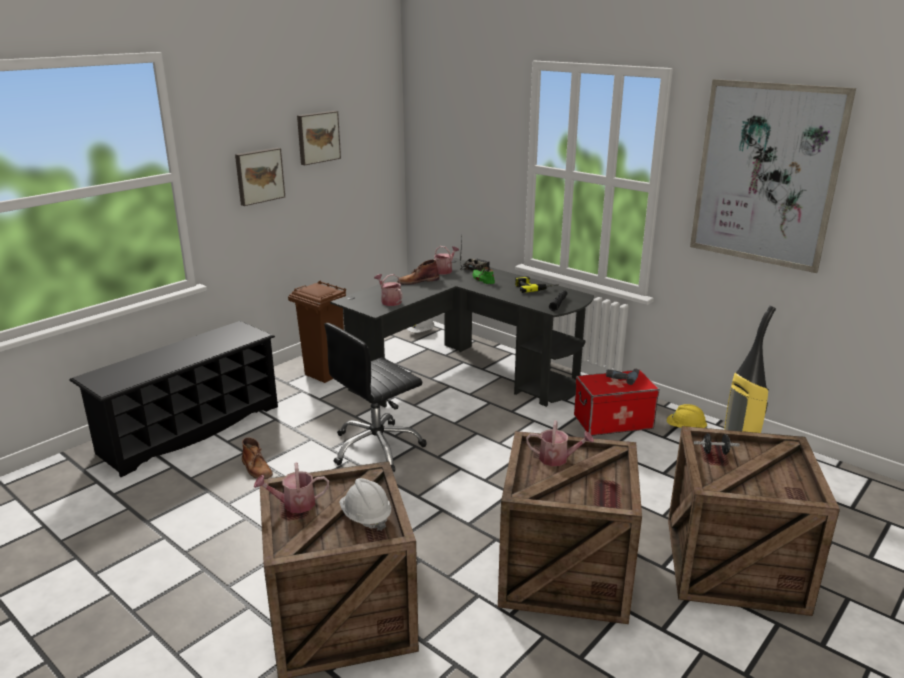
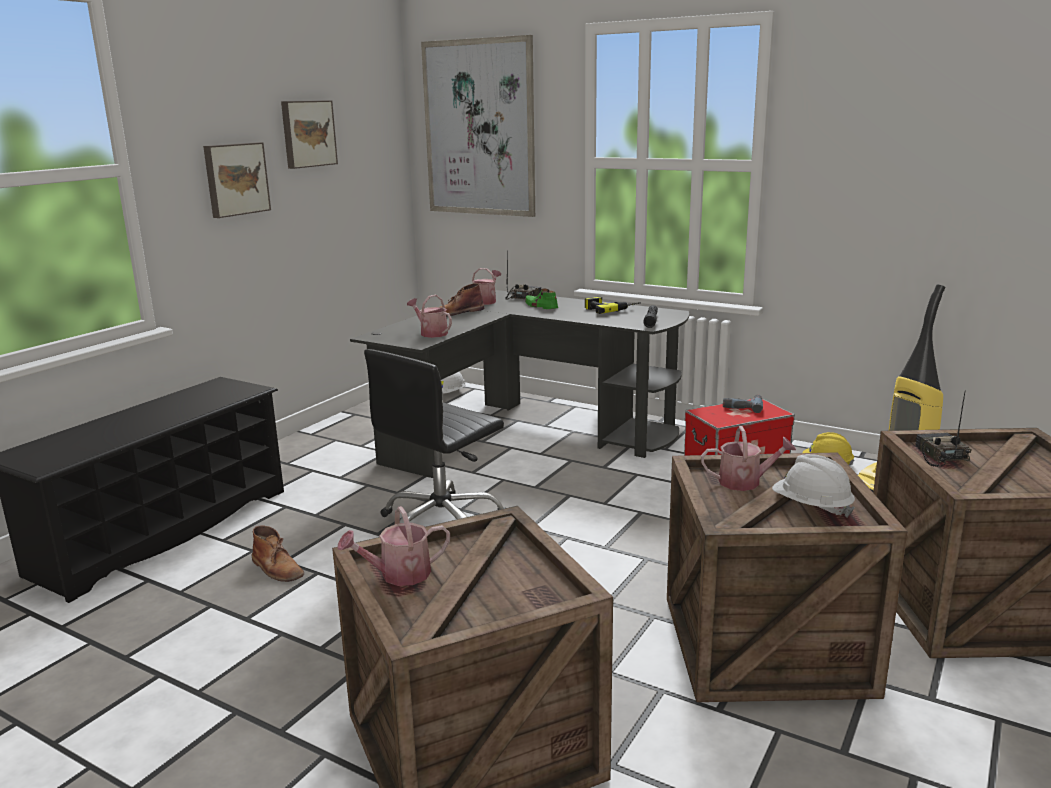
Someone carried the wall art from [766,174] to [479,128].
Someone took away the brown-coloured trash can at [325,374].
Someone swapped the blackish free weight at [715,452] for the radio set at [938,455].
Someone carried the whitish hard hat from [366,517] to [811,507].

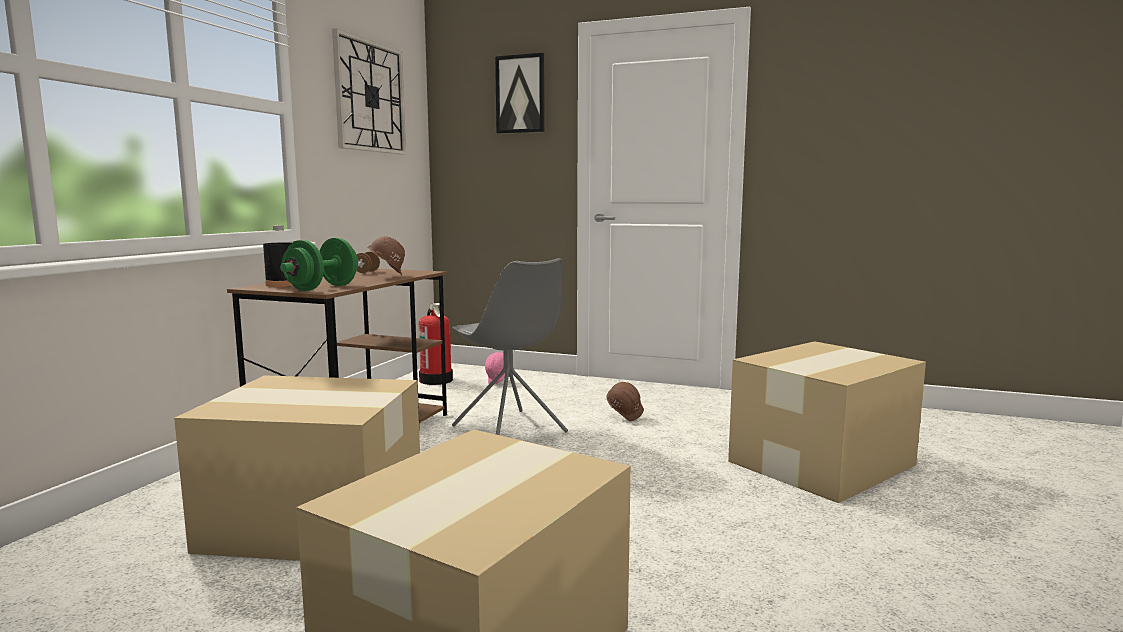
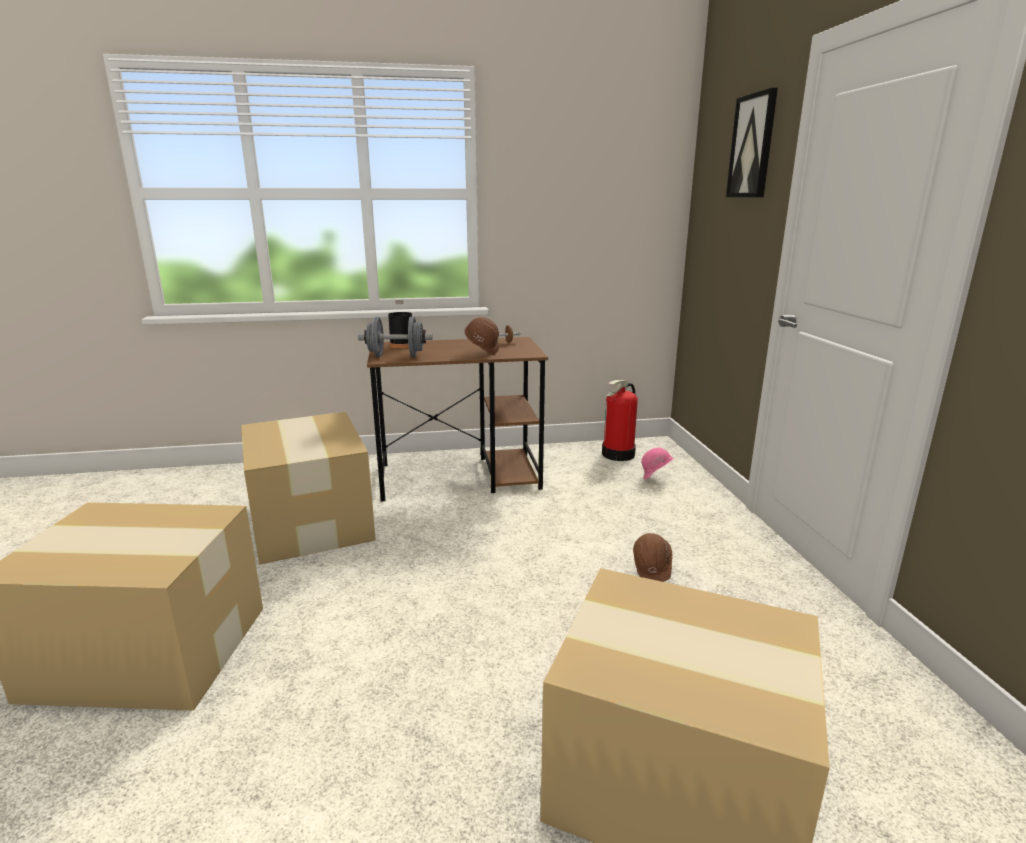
Someone took away the hanging clock at [370,97].
Someone repainted the green-coloured free weight at [322,288], which became the gray free weight at [396,356].
Someone took away the gray upright chair at [510,430].

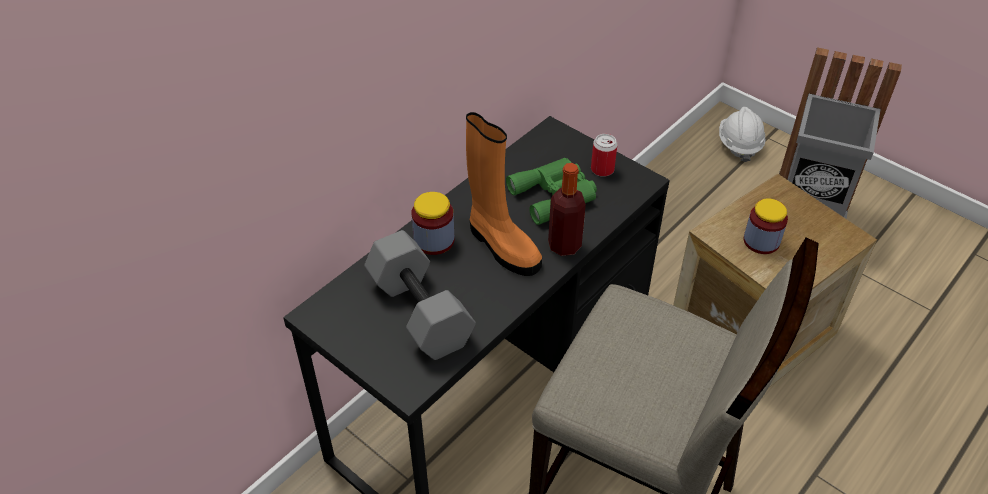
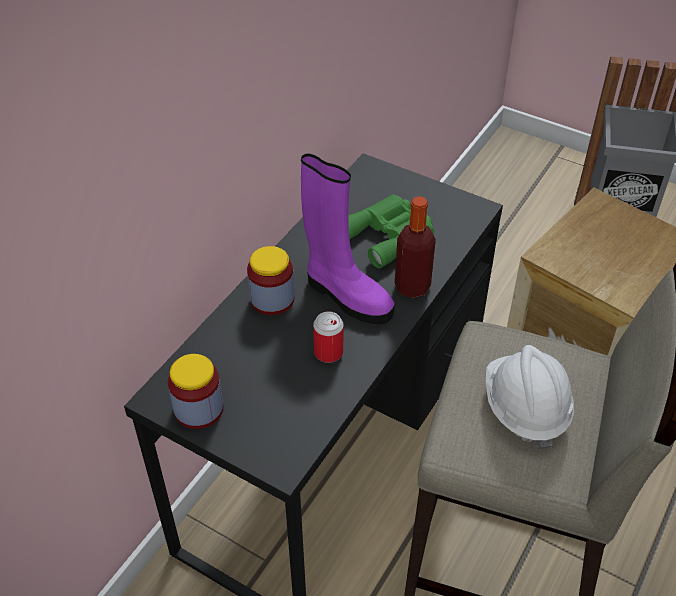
Someone carried the whitish hard hat from [739,144] to [525,408].
Someone repainted the orangey tall boot at [501,246], which became the purple tall boot at [346,296].
Someone carried the metal can from [602,169] to [328,352].
Someone carried the storage jar from [761,241] to [198,409].
Someone took away the gray free weight at [417,311].

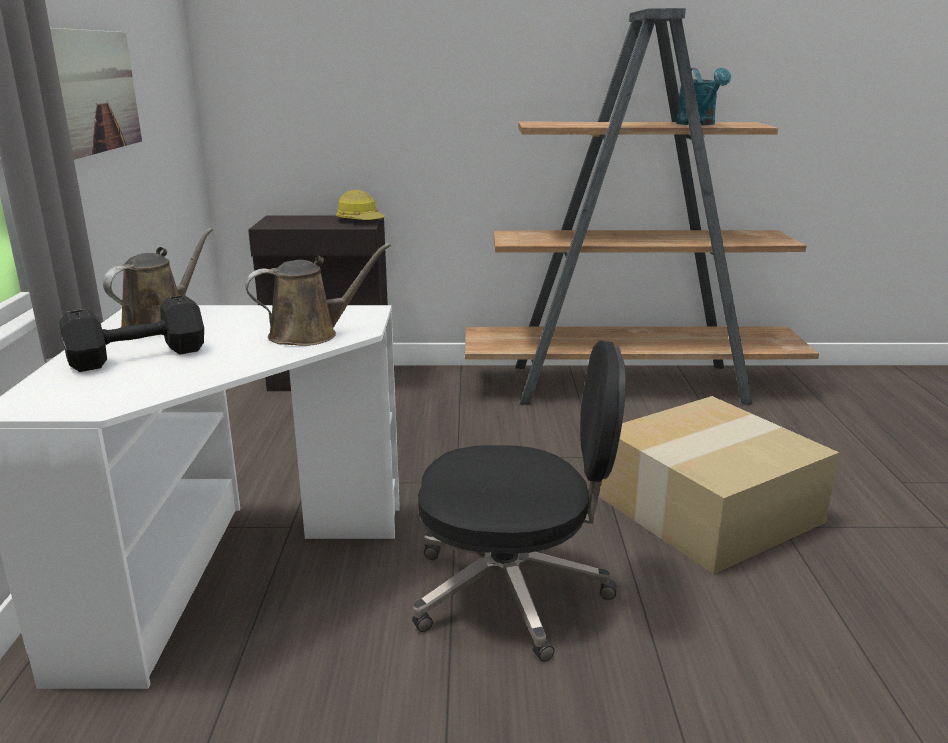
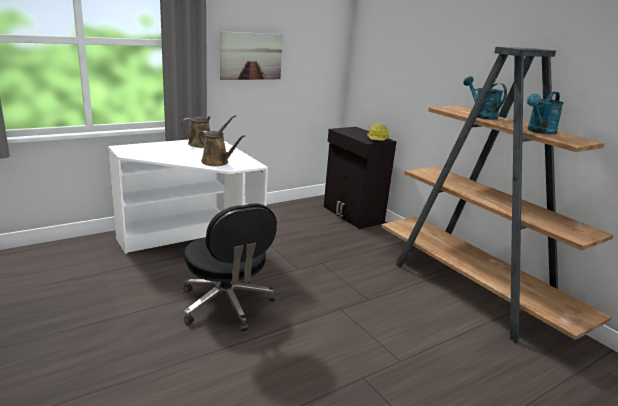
Someone took away the blackish free weight at [135,357].
Someone took away the carton at [708,507].
Someone put down the turquoise-coloured watering can at [480,115].

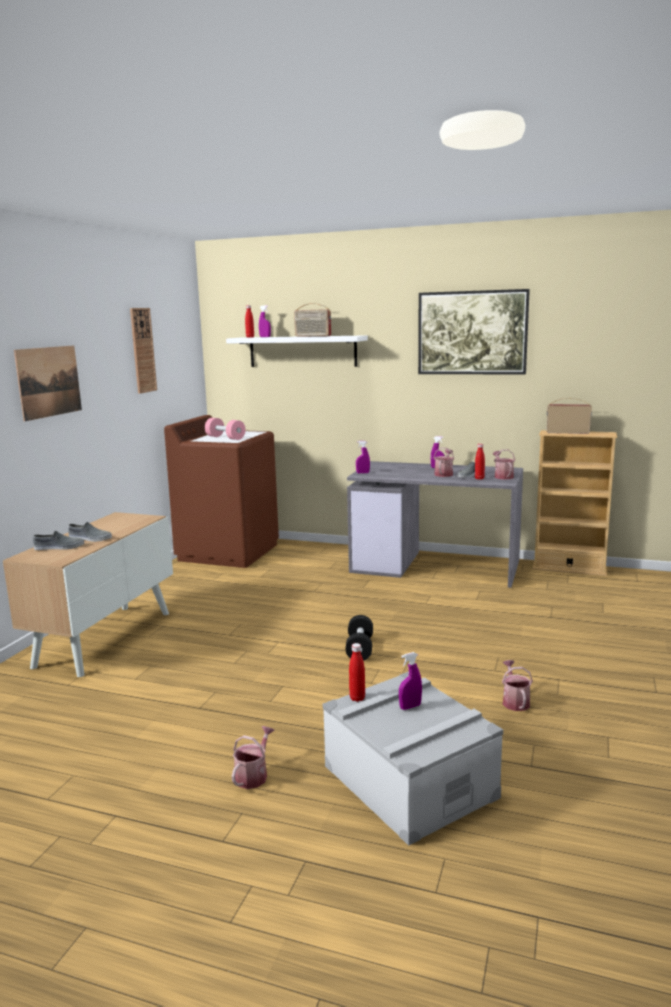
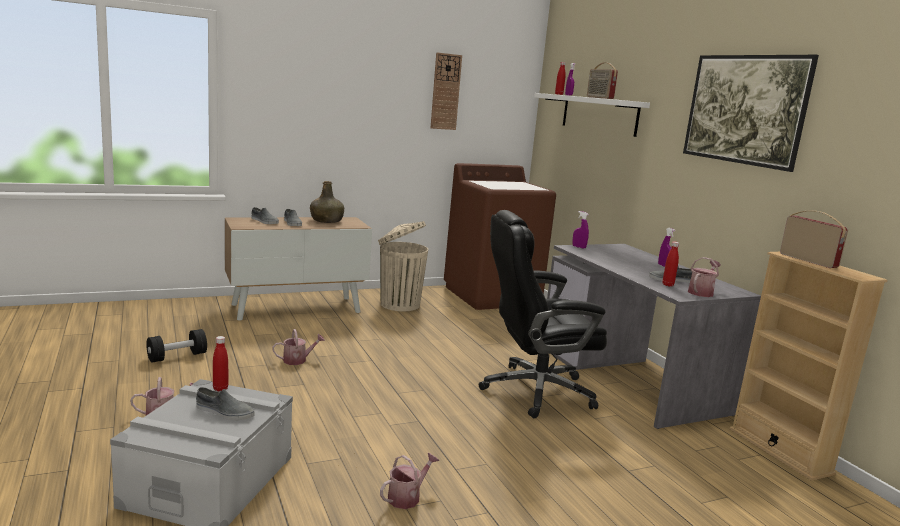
Someone took away the wall art at [49,381].
Someone took away the pink-coloured free weight at [225,438].
Someone carried the watering can from [444,474] to [298,360].
Someone carried the blackish free weight from [360,649] to [177,356].
Someone swapped the purple hand sprayer at [410,707] for the gray low shoe at [224,412].
Someone put down the green-coloured beverage bottle at [326,221].
Someone put down the blackish computer chair at [534,391].
Someone put down the beige trash can at [398,304].

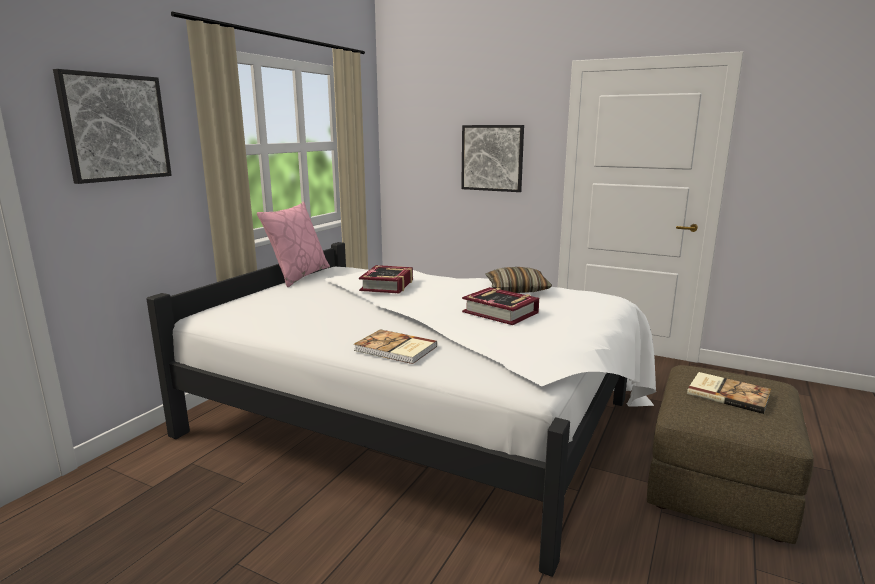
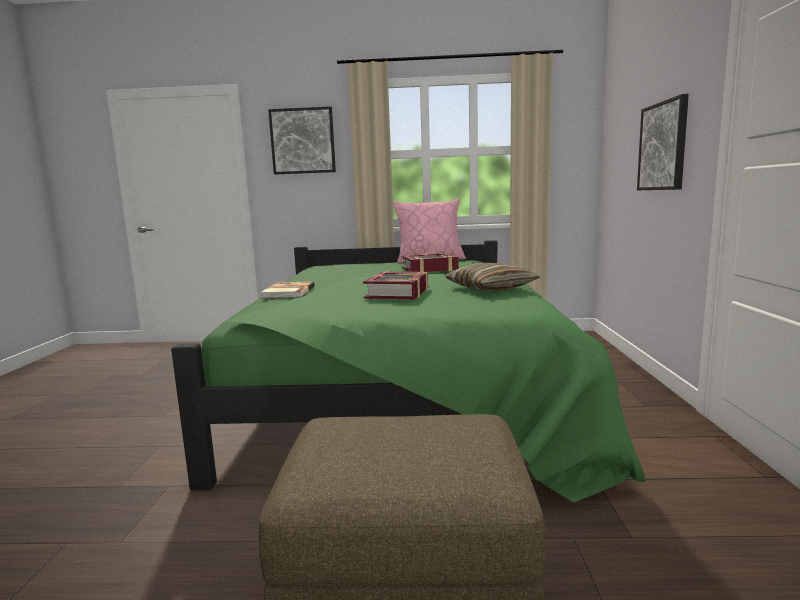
Someone repainted the whitish sleeping bed at [426,414], which became the green-coloured sleeping bed at [405,393].
Someone took away the bound book at [727,394].

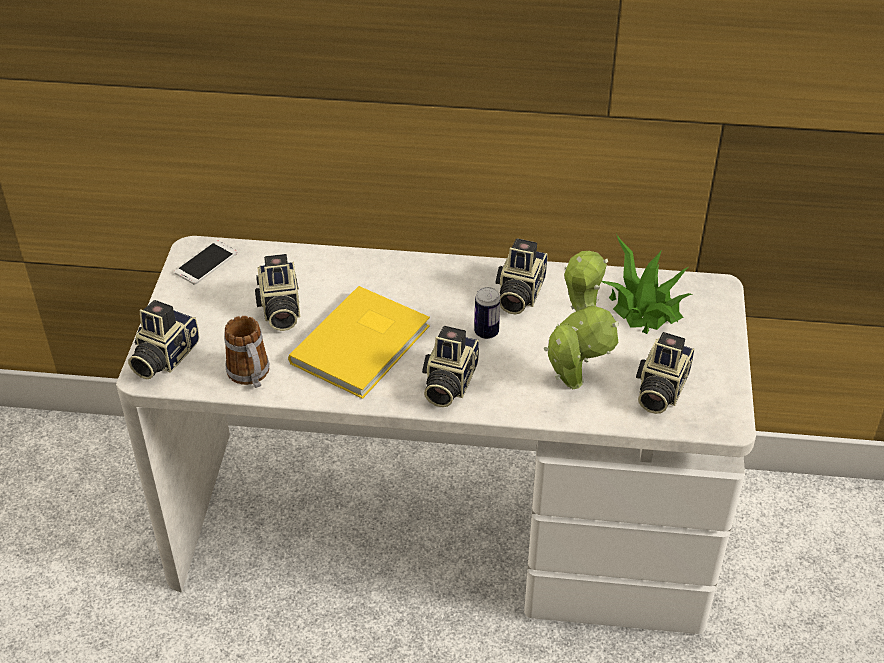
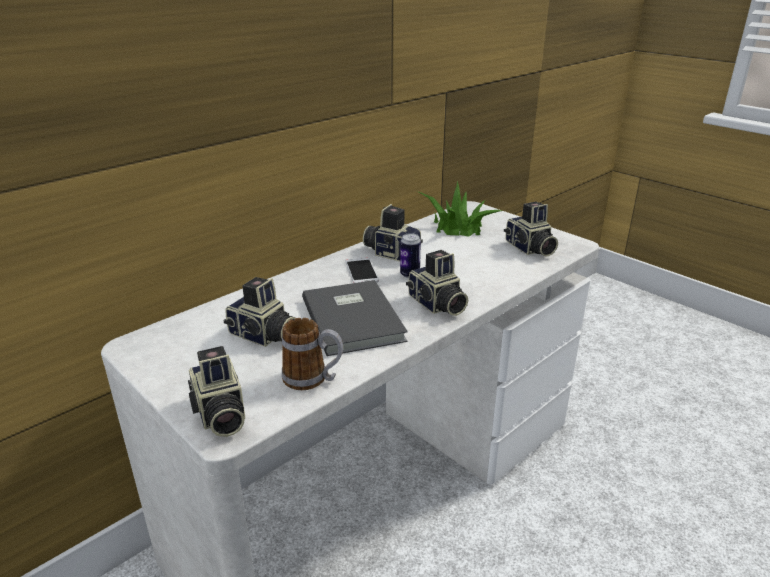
Someone rotated the still camera at [518,294] by 150 degrees clockwise.
Someone carried the phone from [206,263] to [361,271].
Someone took away the potted plant at [573,377].
Someone repainted the yellowish bound book at [364,344], which became the gray bound book at [354,318].

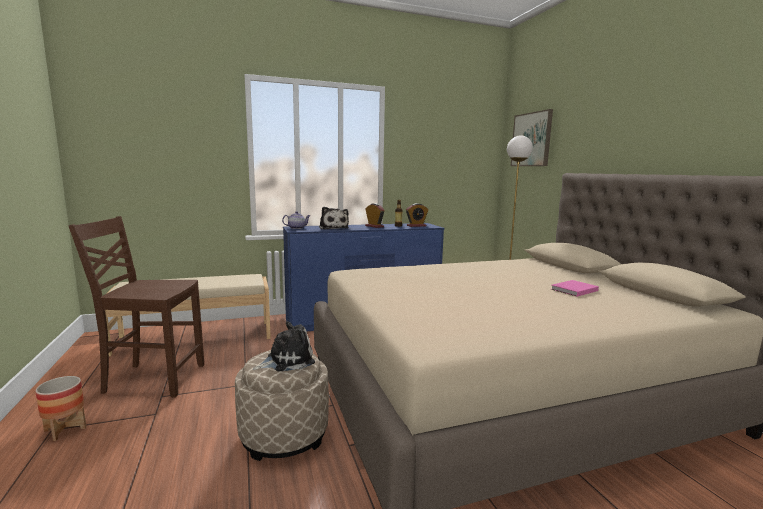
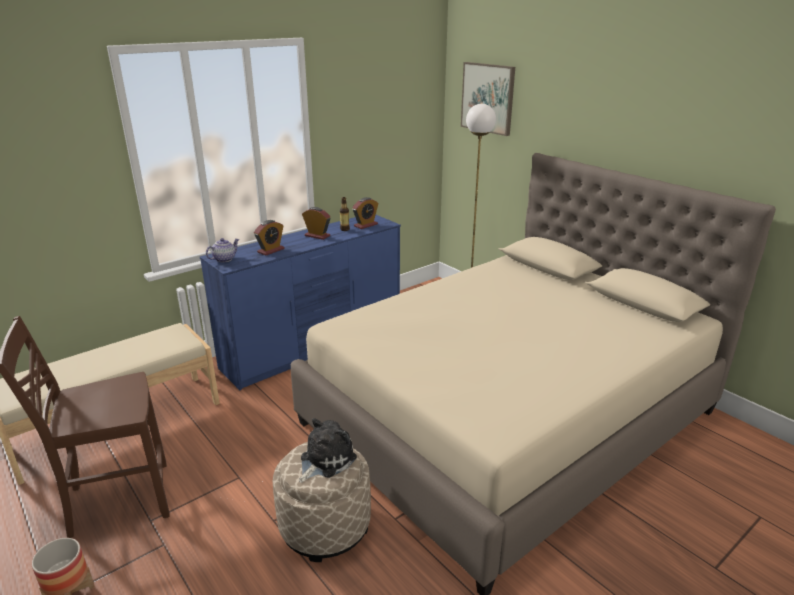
Someone swapped the cuddly toy at [333,228] for the bedside clock at [271,250].
Someone took away the pink-coloured bound book at [573,290].

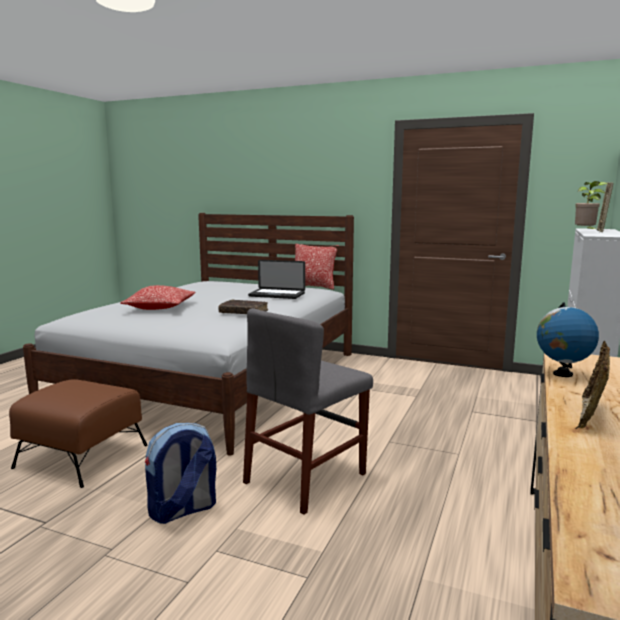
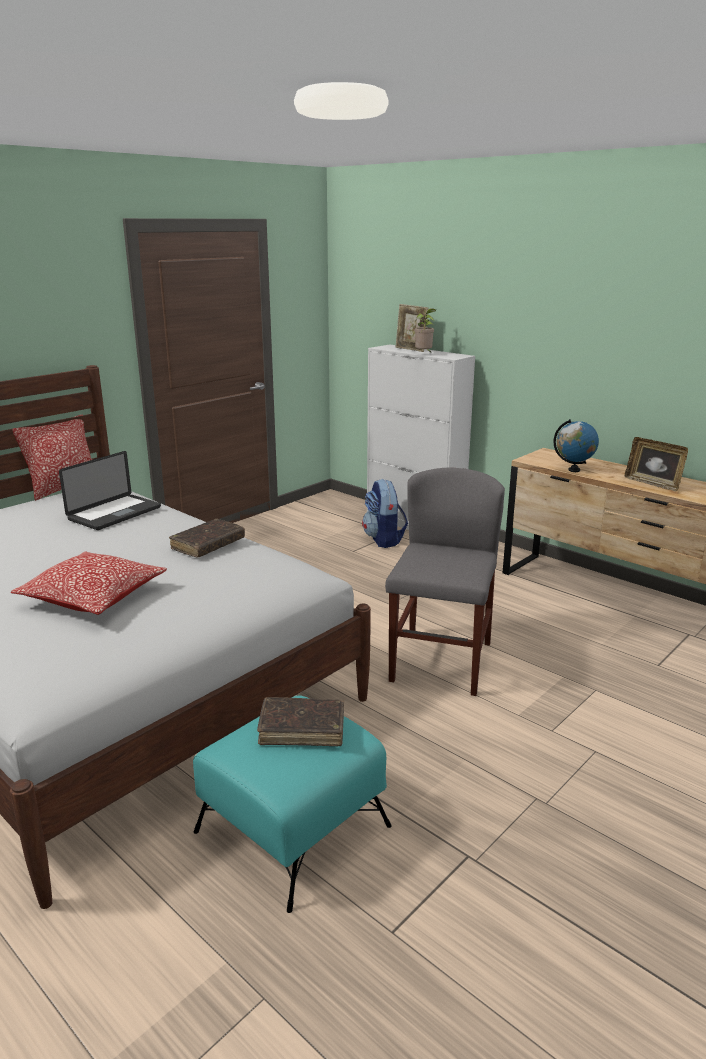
Someone rotated the gray upright chair at [305,478] by 135 degrees counterclockwise.
Someone repainted the brown-coloured pouffe at [82,456], which became the turquoise-coloured pouffe at [294,828].
Someone carried the knapsack from [183,510] to [384,540].
Someone put down the brown-coloured bound book at [302,729].

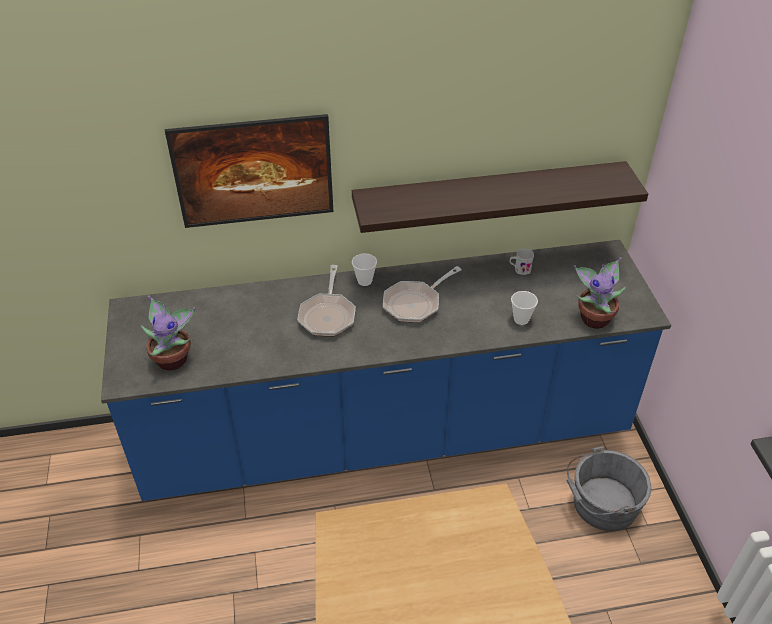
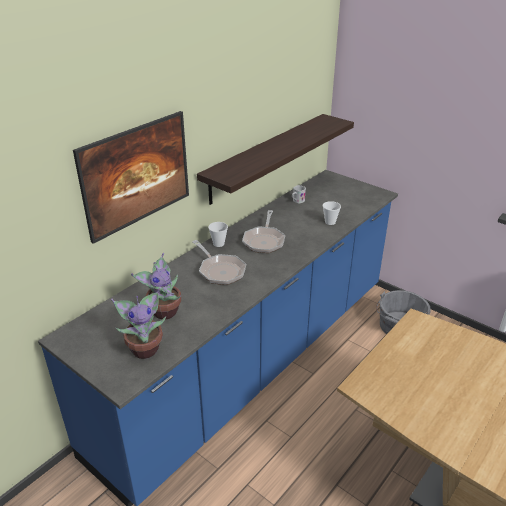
Someone carried the potted plant from [594,317] to [164,311].

